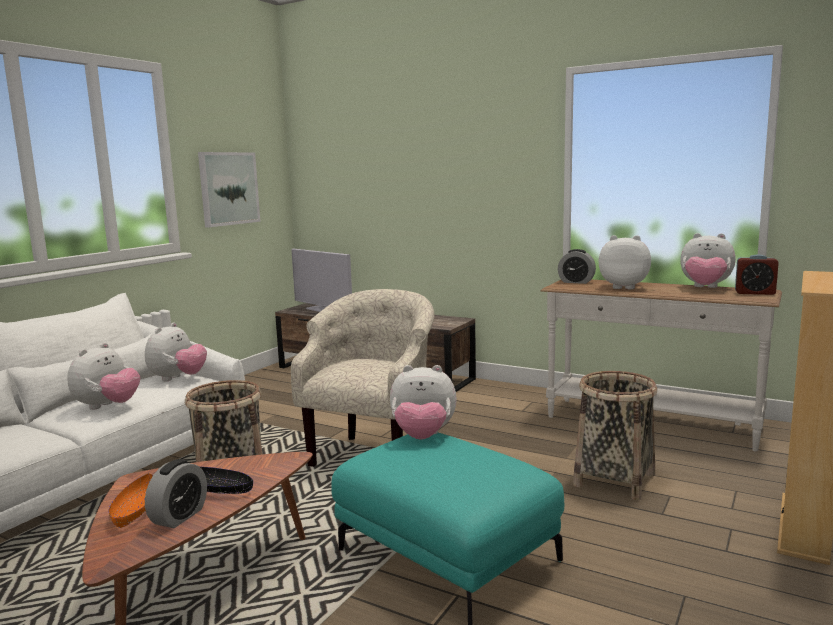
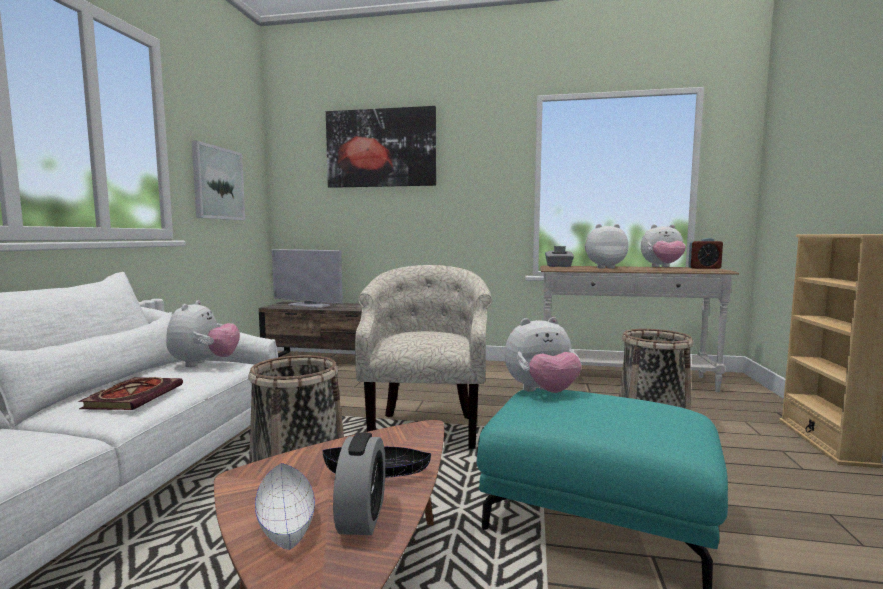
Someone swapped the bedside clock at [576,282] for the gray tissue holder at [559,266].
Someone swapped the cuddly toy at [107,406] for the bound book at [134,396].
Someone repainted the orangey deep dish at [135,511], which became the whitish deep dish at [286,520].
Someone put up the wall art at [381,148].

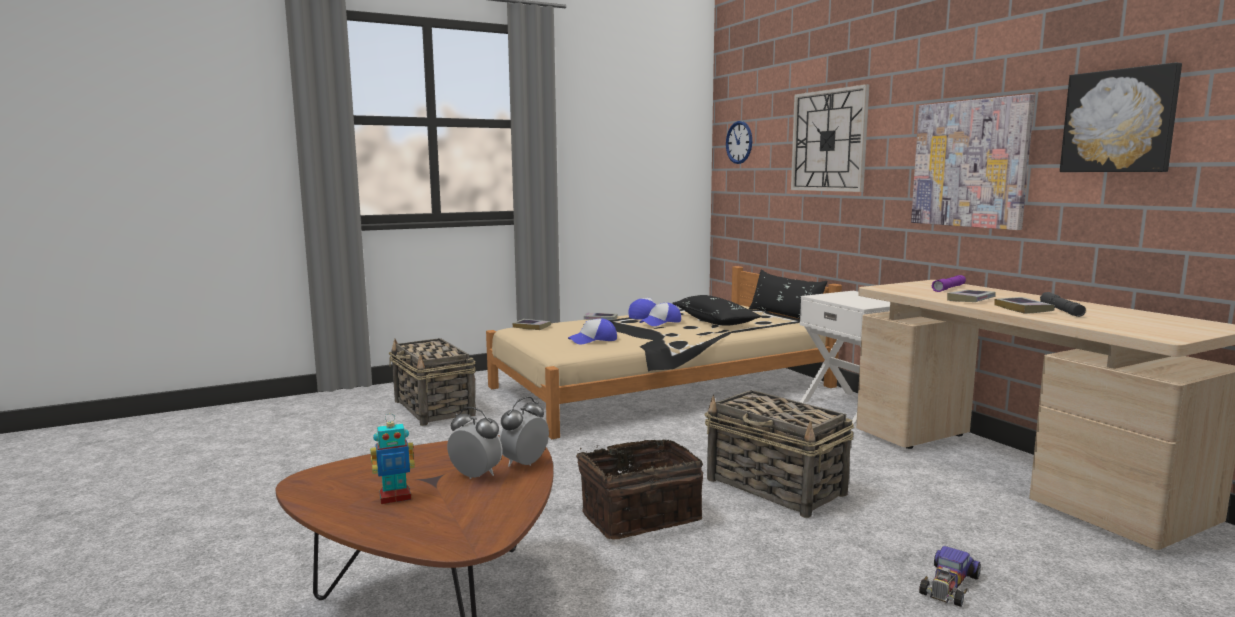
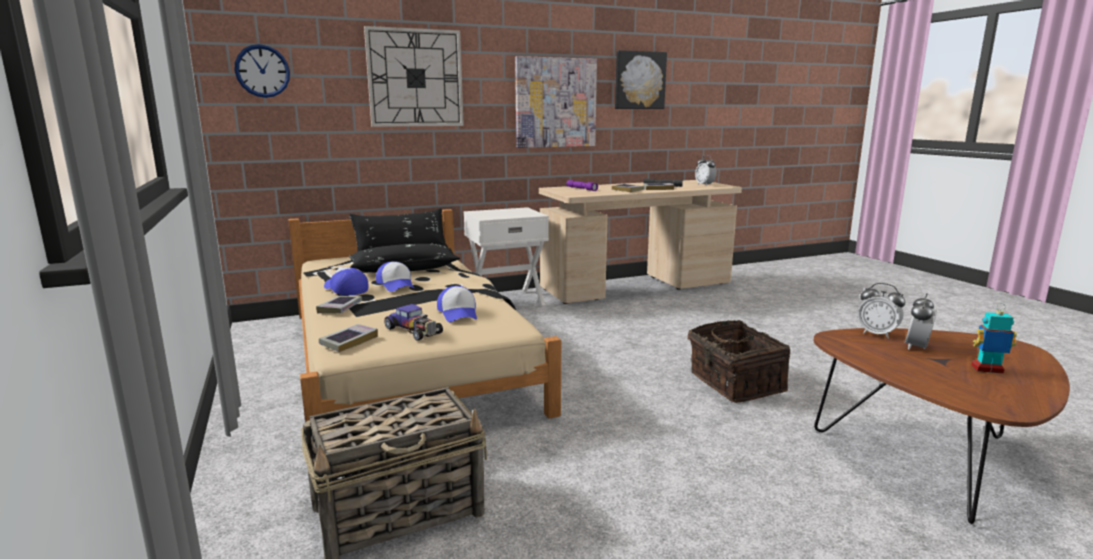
Someone took away the household basket at [776,487].
Someone rotated the model robot at [395,497] by 60 degrees counterclockwise.
Someone carried the miniature car from [949,585] to [414,330].
Someone put down the bedside clock at [704,185].

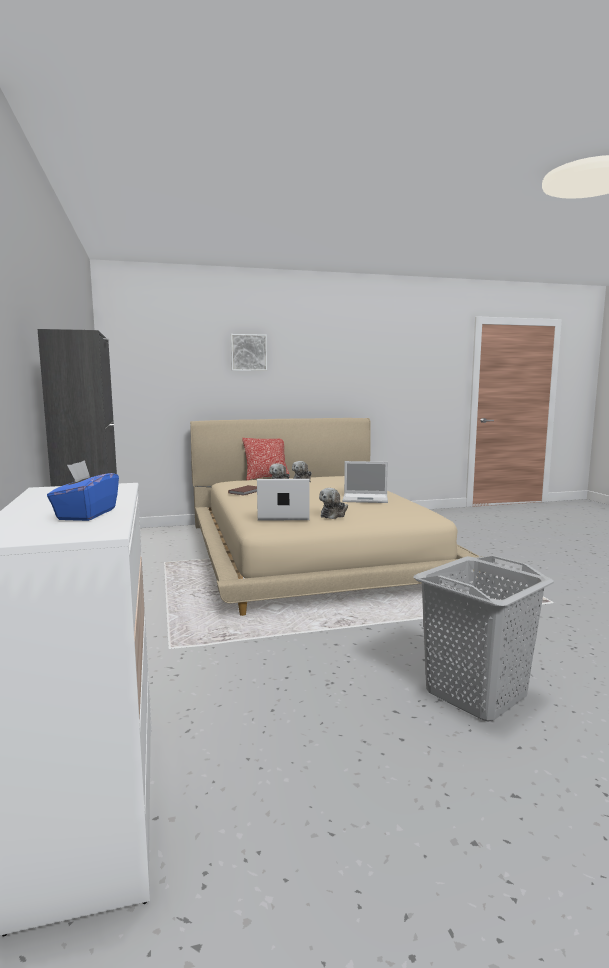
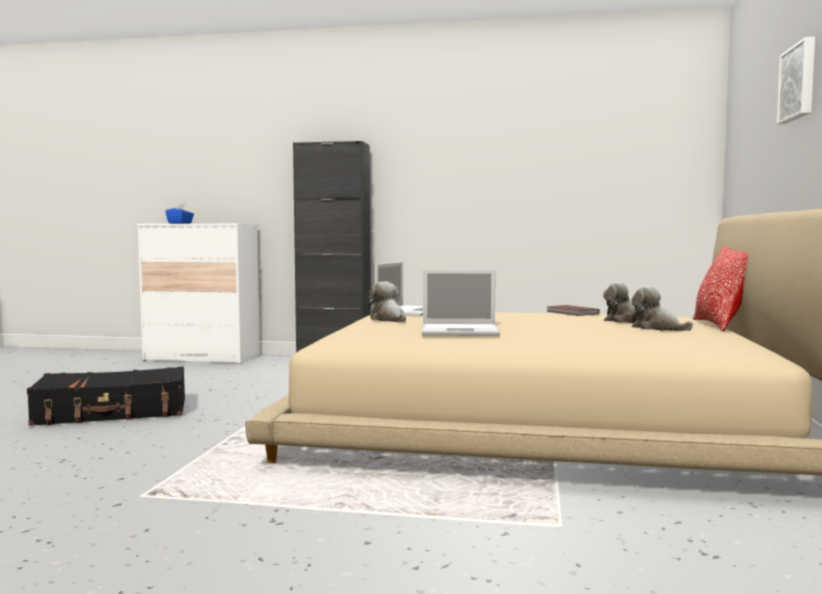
Someone rotated the notebook computer at [366,498] by 120 degrees counterclockwise.
Someone swapped the gray washing basket at [475,694] for the blackish travel case at [113,412].

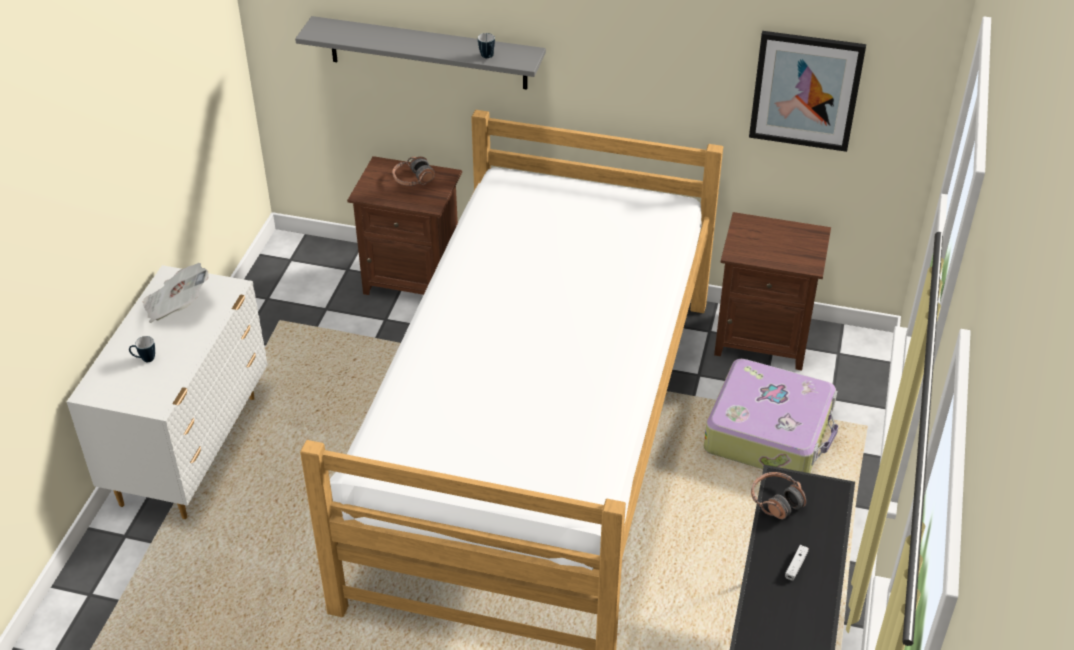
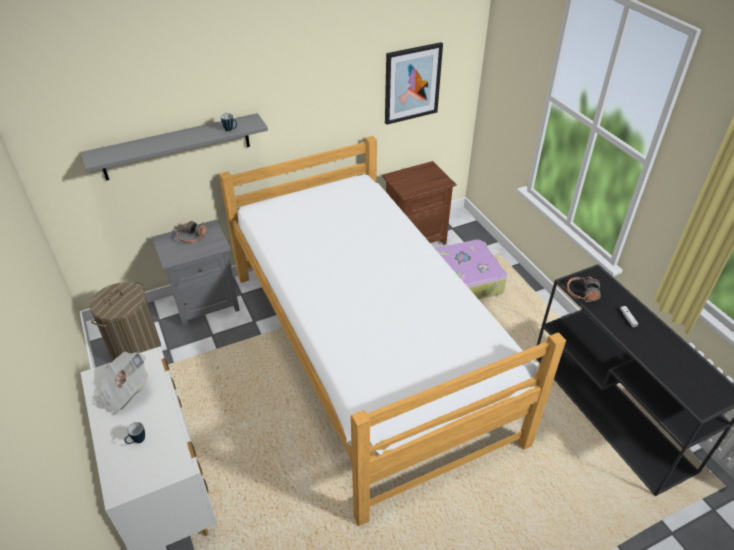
Someone repainted the brown-coloured nightstand at [413,279], which became the gray nightstand at [205,304].
Someone put down the washing basket at [136,350].

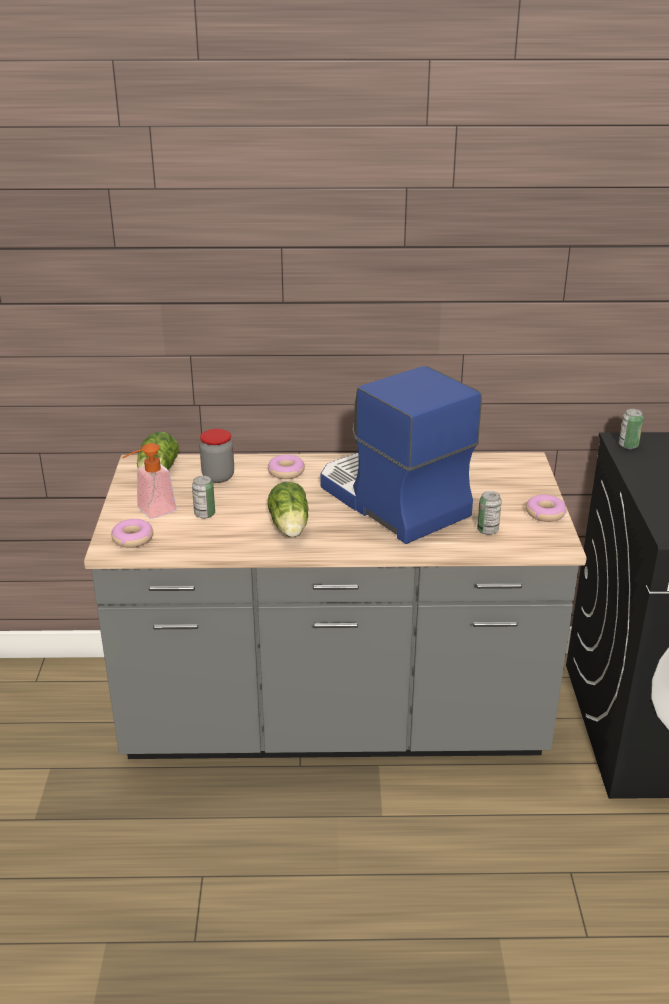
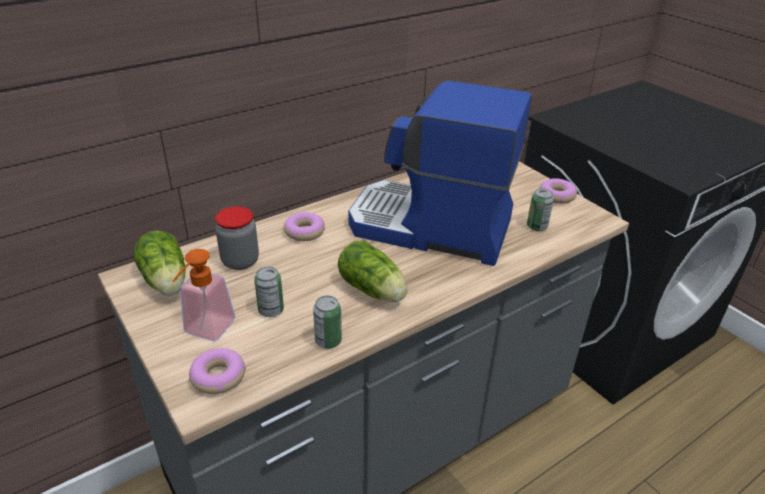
Someone carried the metal can from [628,445] to [328,341].

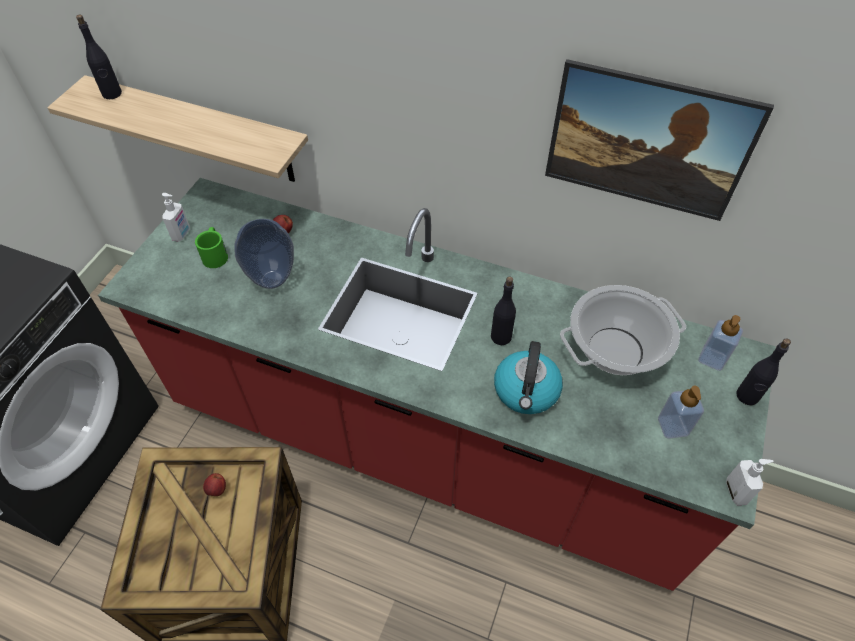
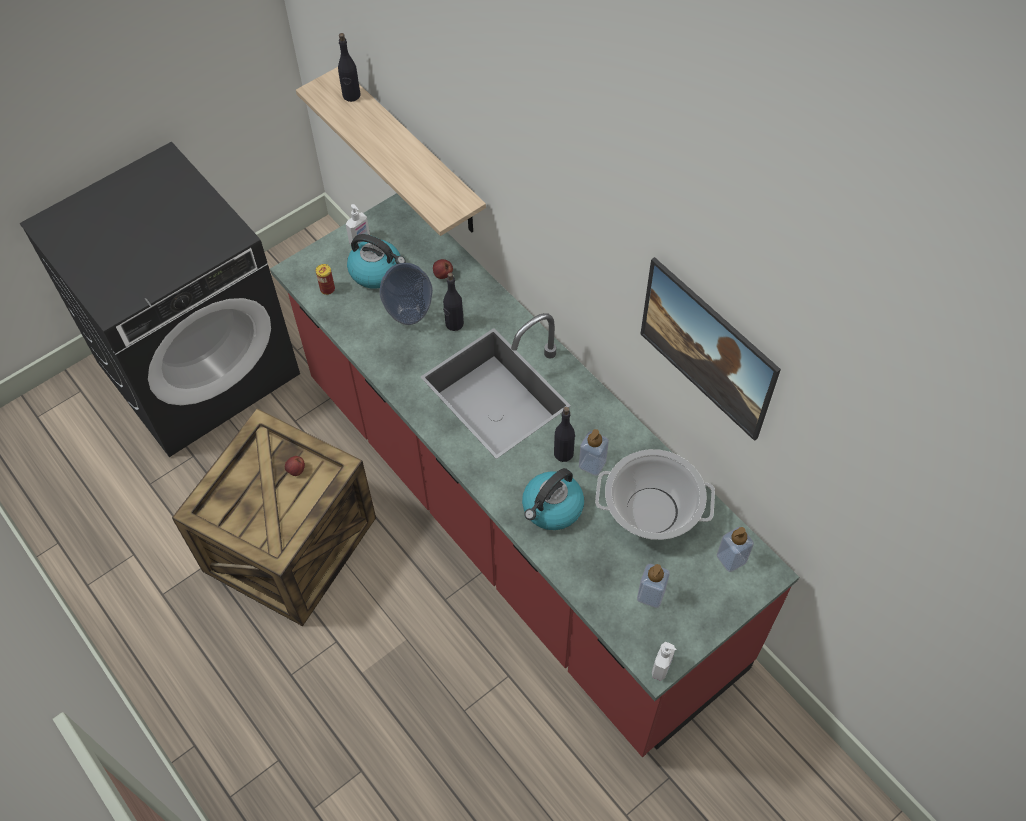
Someone swapped the green-coloured tea mug at [215,254] for the kettle at [377,271].
Someone carried the blackish beverage bottle from [747,396] to [454,324].
Someone put down the metal can at [327,289].
Someone put down the liquid soap bottle at [592,464].

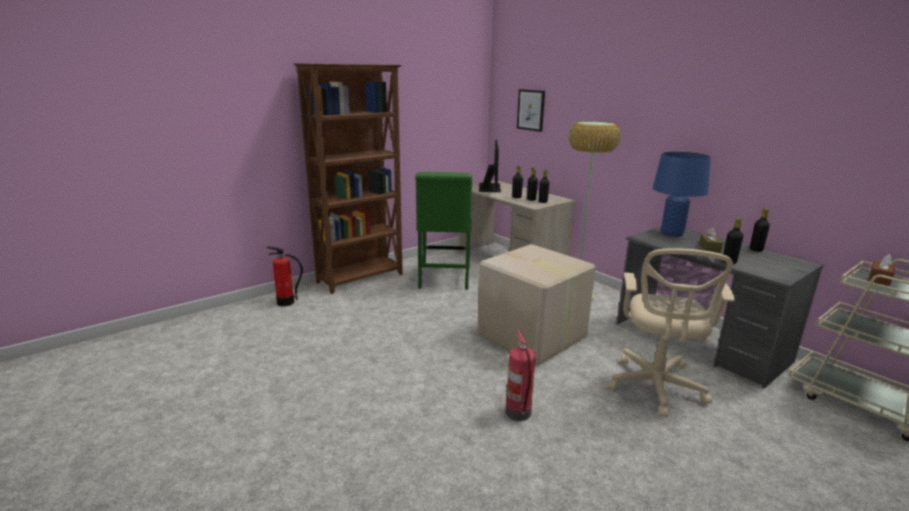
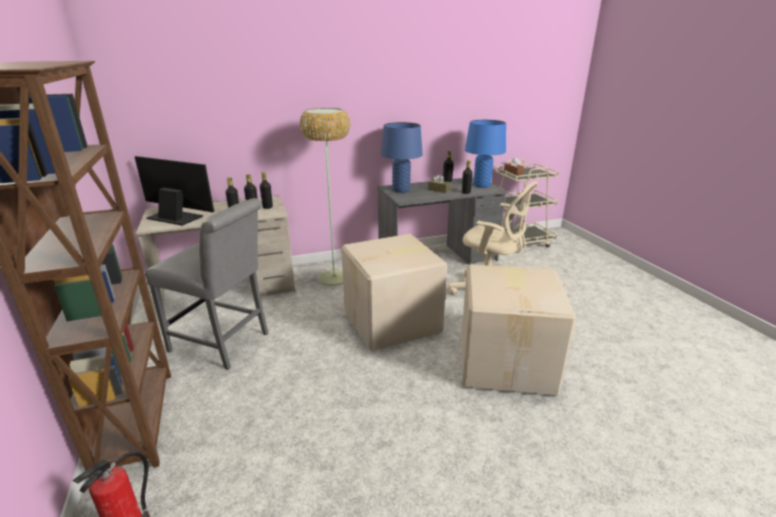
Someone took away the wall art at [531,110].
Someone repainted the green-coloured upright chair at [443,279], which became the gray upright chair at [223,344].
Someone swapped the fire-fighting cylinder at [519,413] for the carton at [507,362].
Someone put down the blue-coloured tabletop lamp at [481,185].

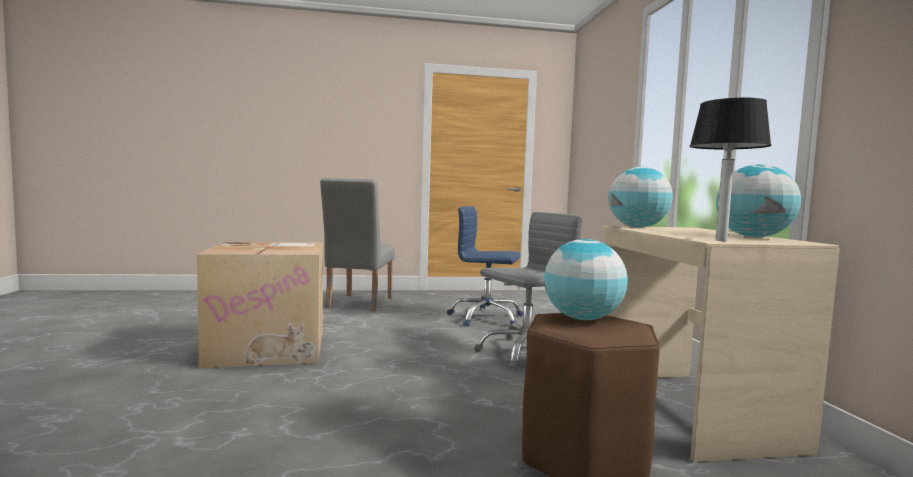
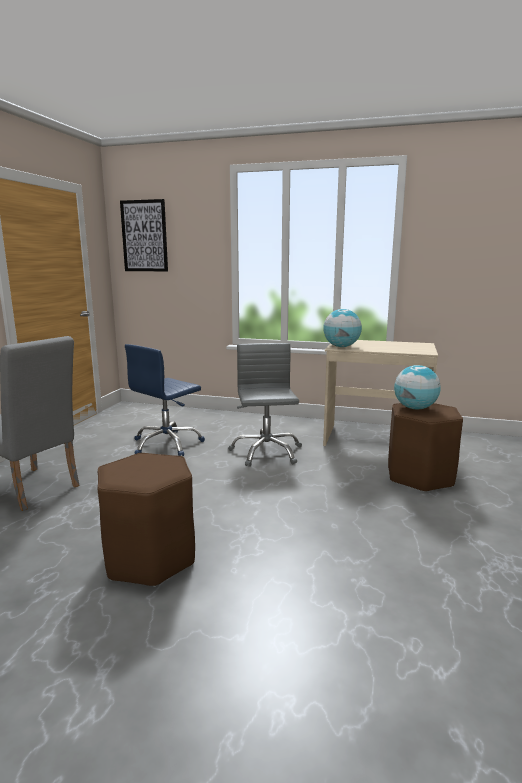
Someone took away the tabletop lamp at [721,240].
Someone took away the globe at [753,237].
Someone swapped the carton at [270,347] for the brown-coloured stool seat at [150,558].
Someone put up the wall art at [144,236].

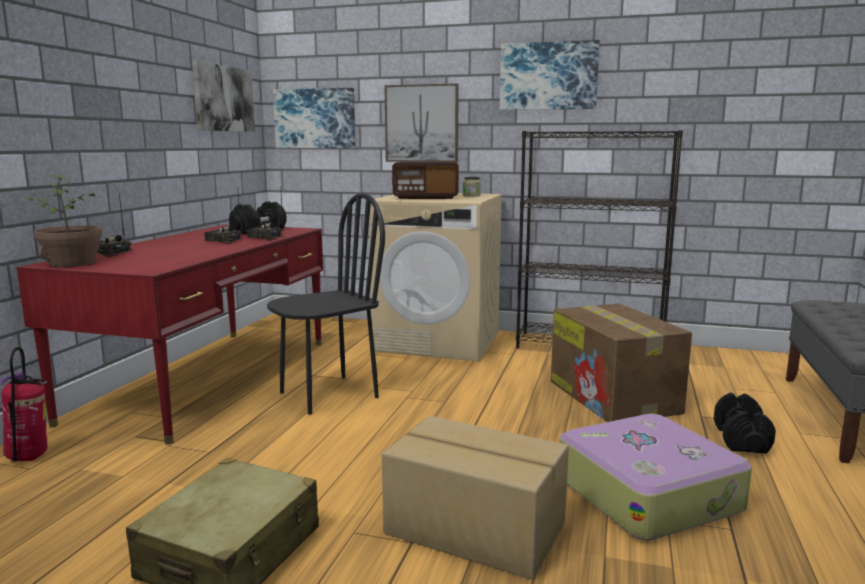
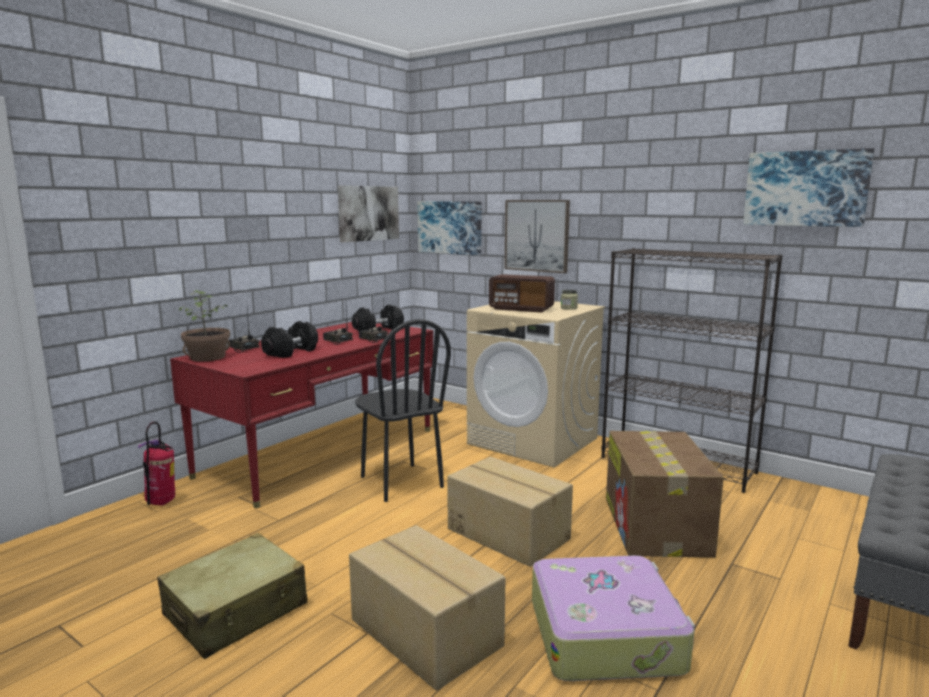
Someone carried the wall art from [548,76] to [805,188].
Someone rotated the blackish upright chair at [328,394] by 75 degrees clockwise.
Someone carried the blackish free weight from [741,439] to [291,352].
Someone put down the carton at [508,533].

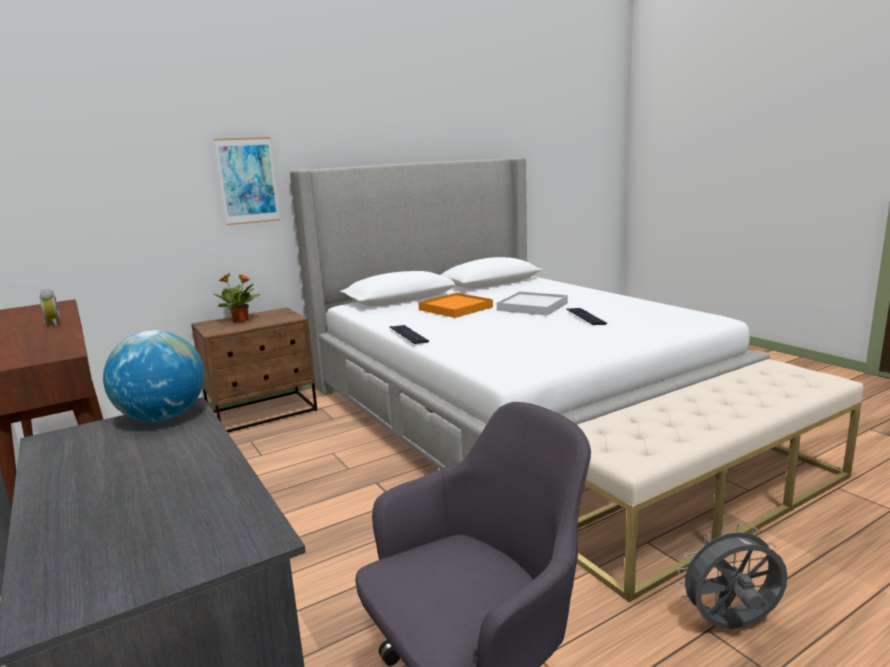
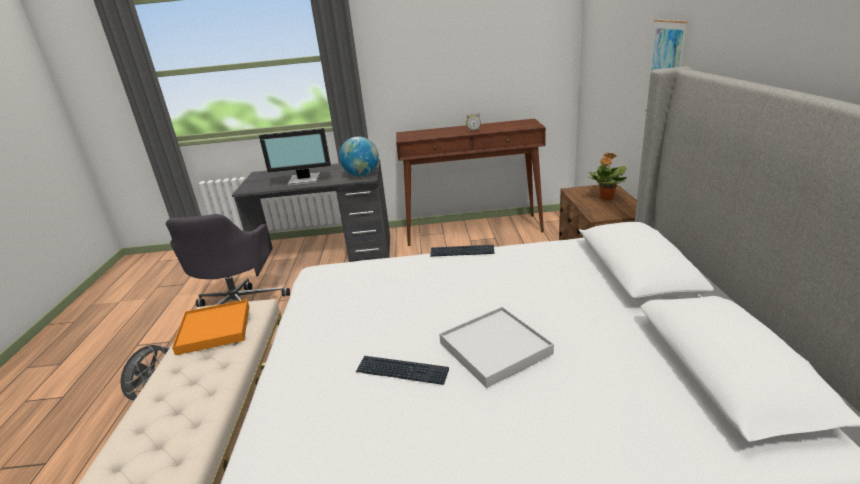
Someone carried the orangey tray from [455,308] to [215,329].
Someone put down the computer screen at [304,180].

